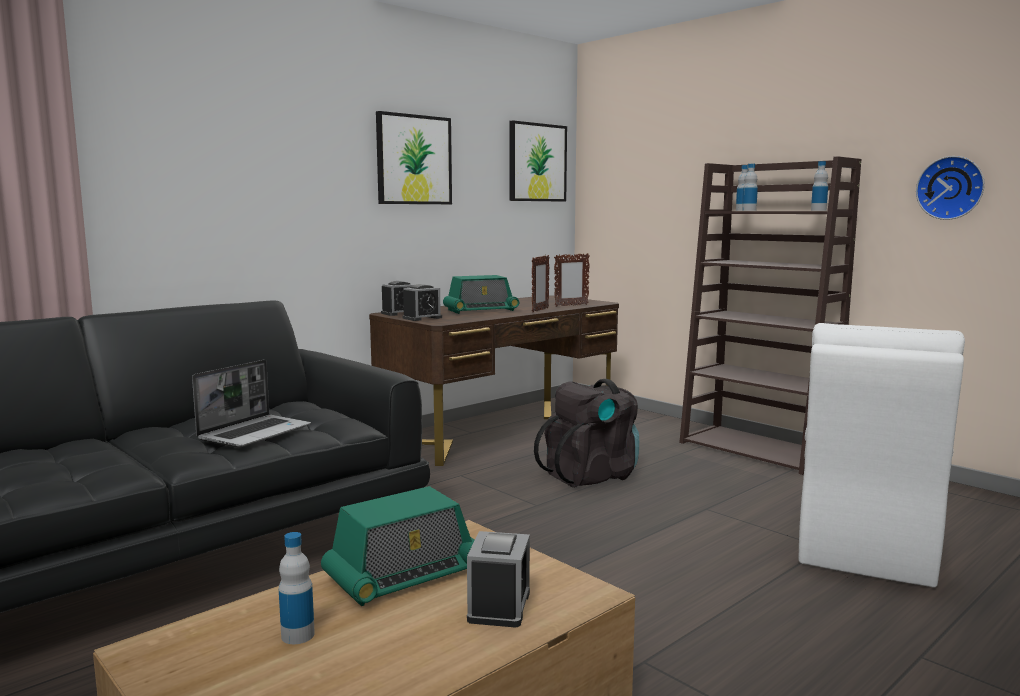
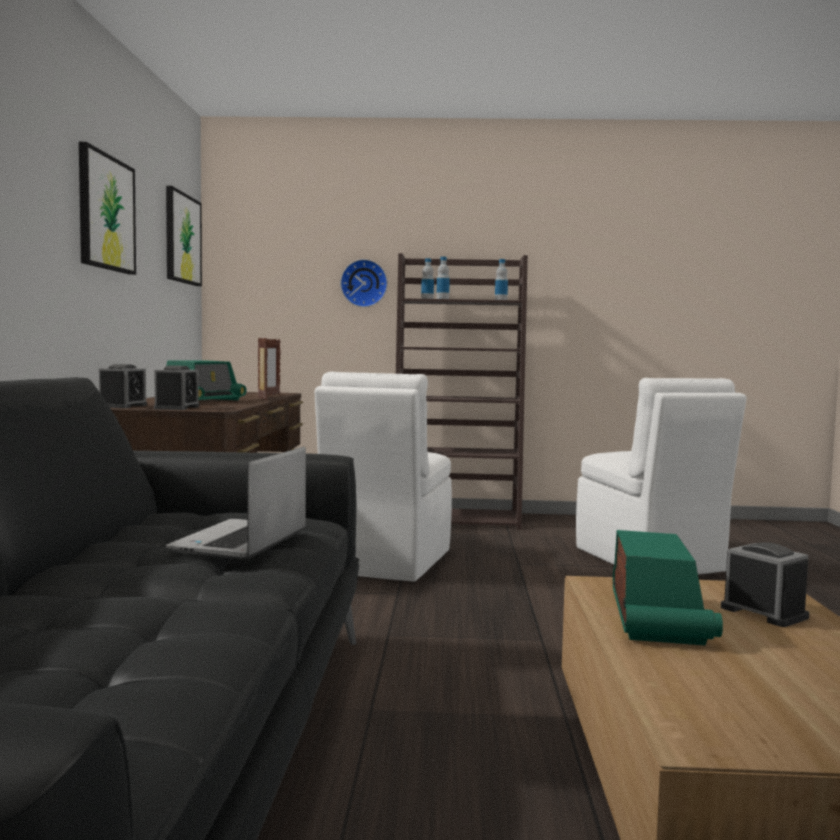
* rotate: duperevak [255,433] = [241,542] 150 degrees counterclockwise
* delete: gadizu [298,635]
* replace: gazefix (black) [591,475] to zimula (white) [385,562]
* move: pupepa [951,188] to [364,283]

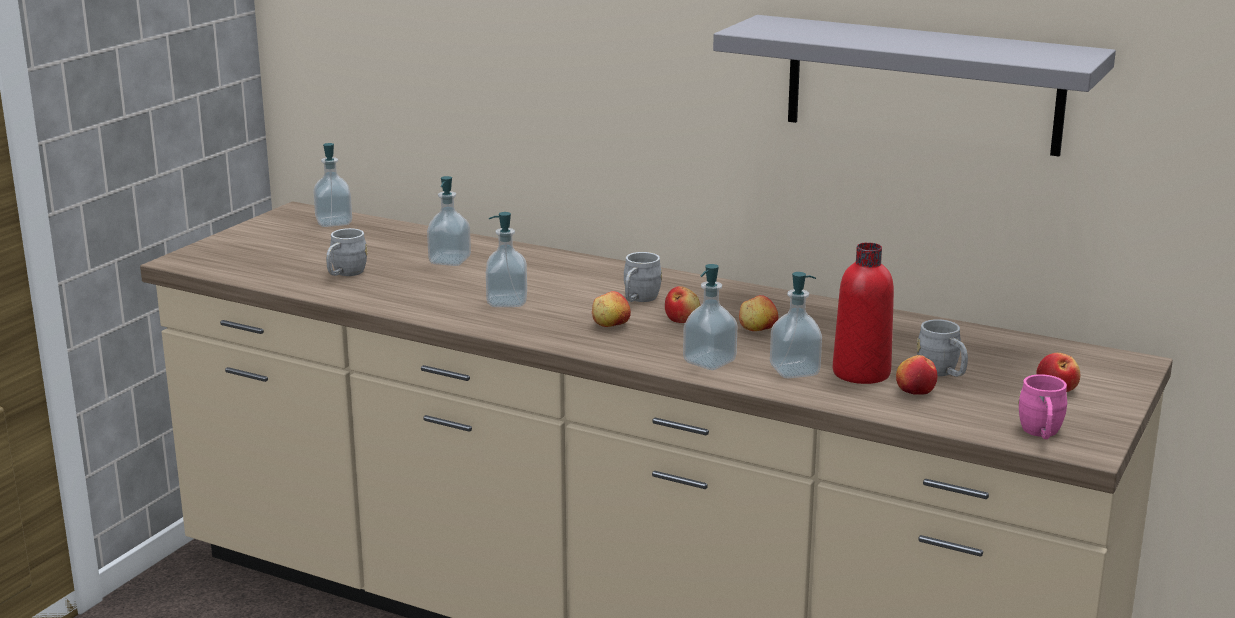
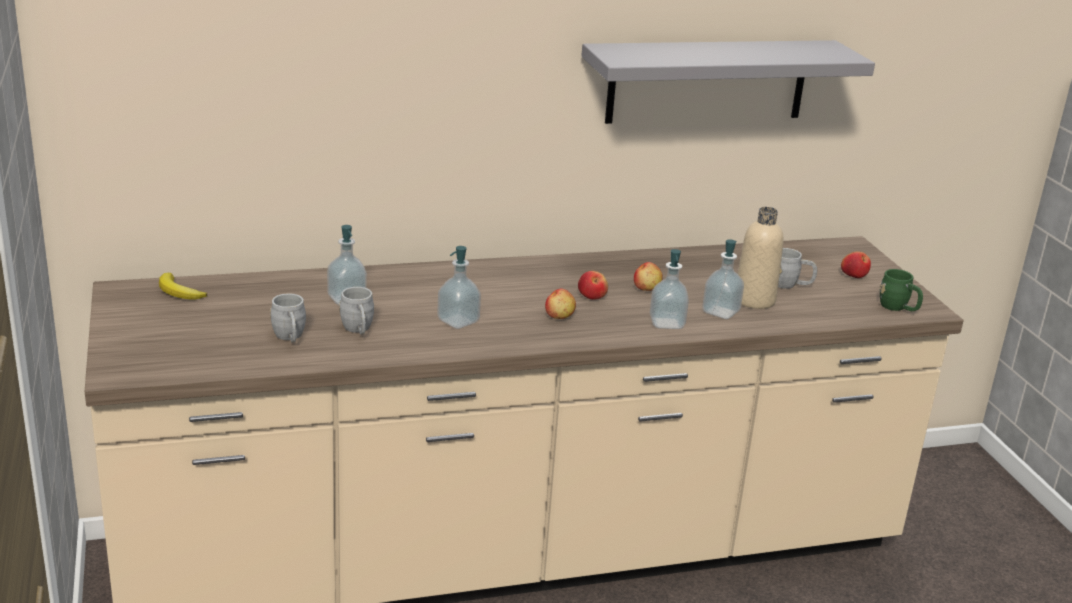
* replace: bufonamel [334,222] to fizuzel [179,292]
* move: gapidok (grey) [638,300] to [358,330]
* recolor: gadizu (red) [861,373] to gadizu (beige) [754,300]
* delete: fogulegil [914,391]
* recolor: gapidok (pink) [1041,434] to gapidok (green) [898,308]

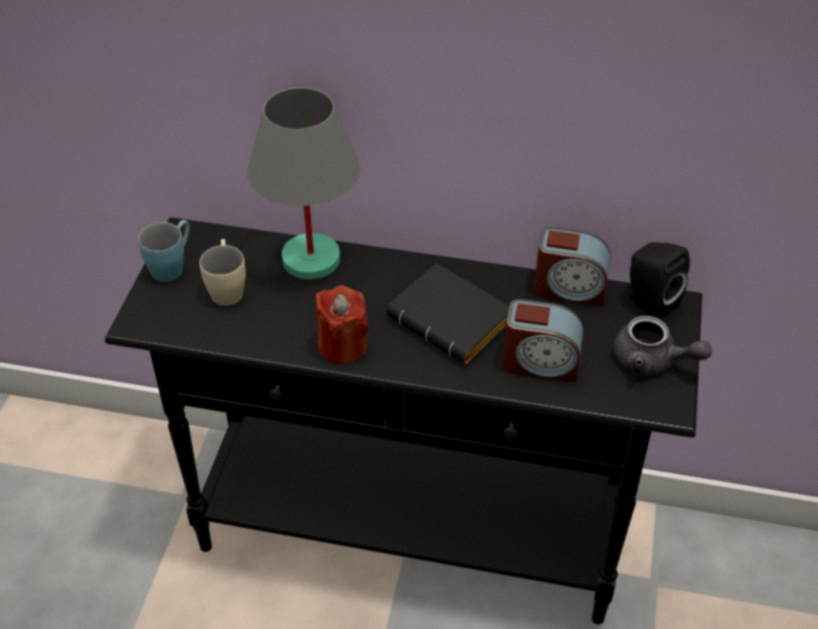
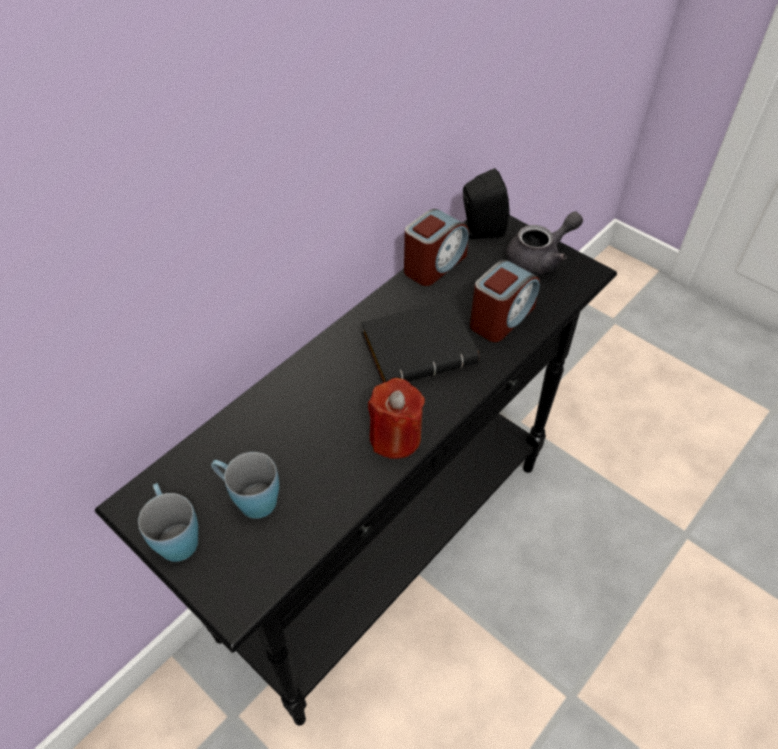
* recolor: gapidok (beige) [226,288] to gapidok (blue) [249,498]
* delete: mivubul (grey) [310,258]

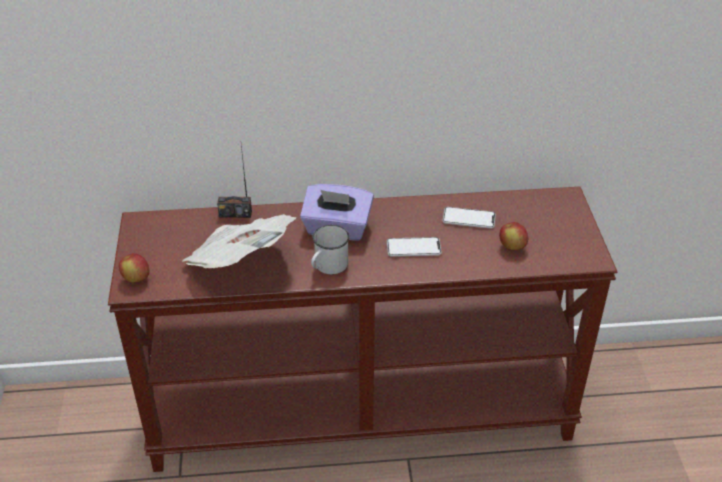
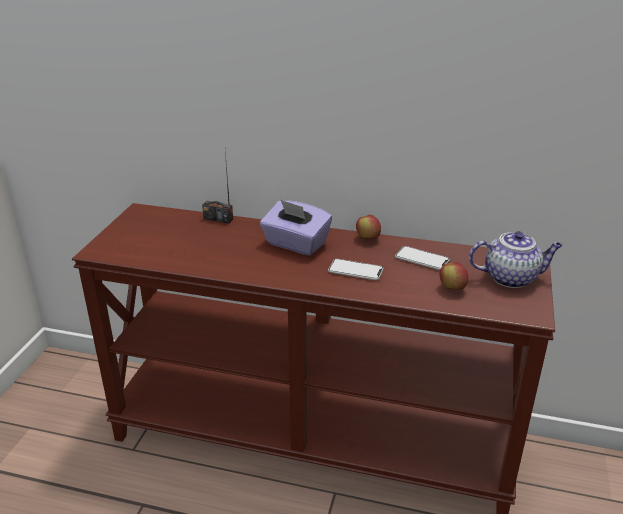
* move: fogulegil [136,279] to [367,238]
* delete: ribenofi [240,262]
* delete: gapidok (white) [328,267]
* insert: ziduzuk [511,278]

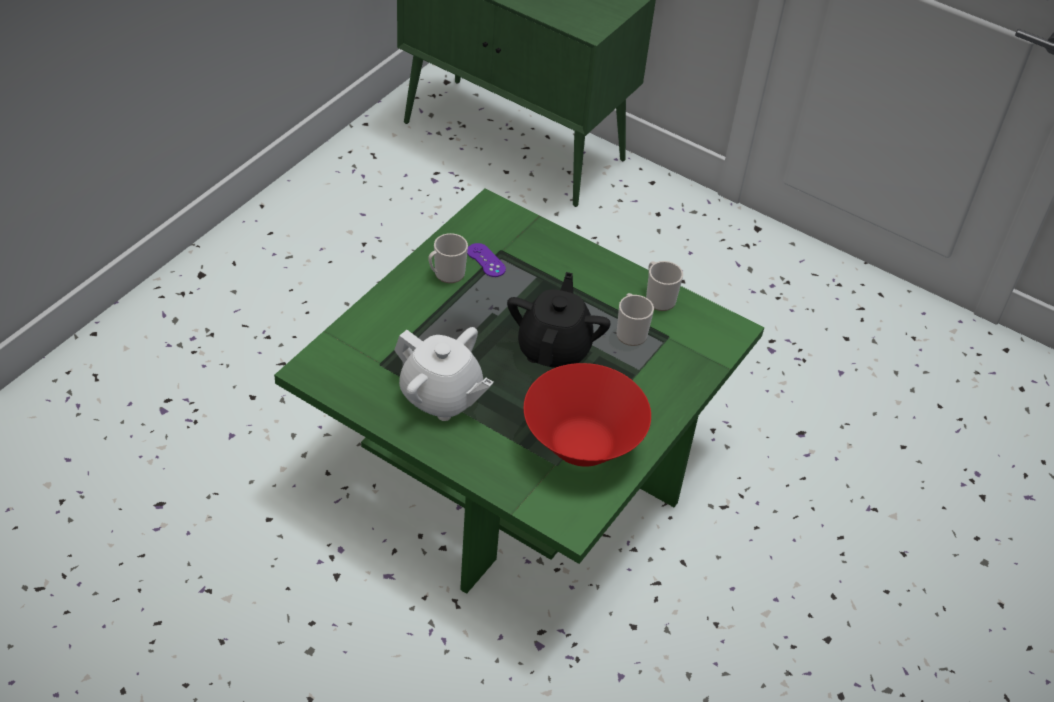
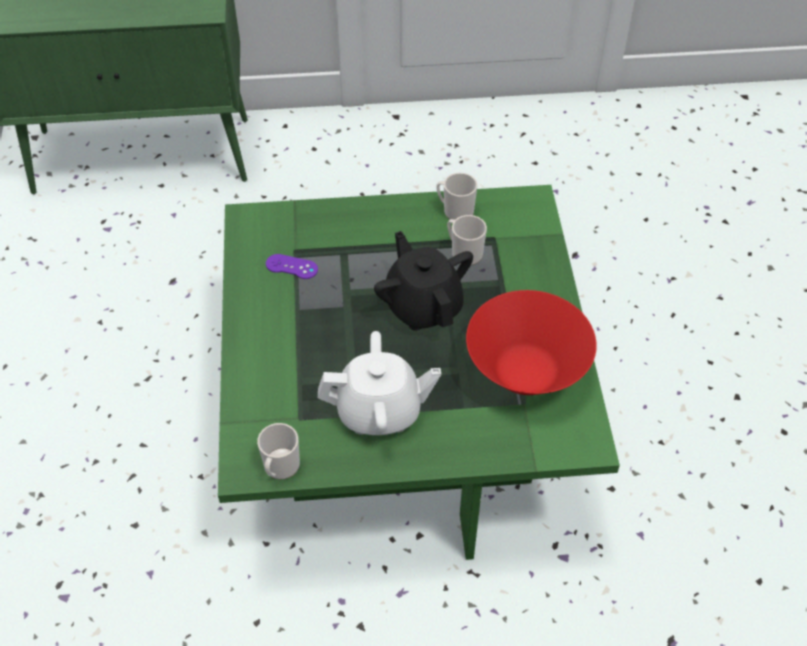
* move: gapidok [446,274] to [280,468]

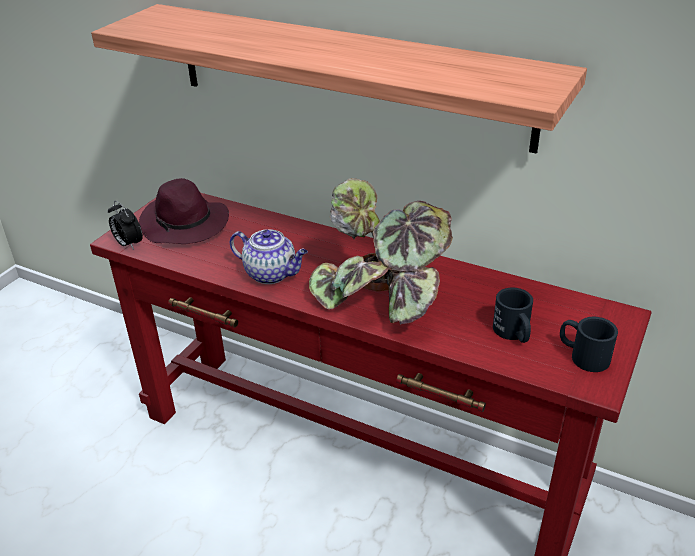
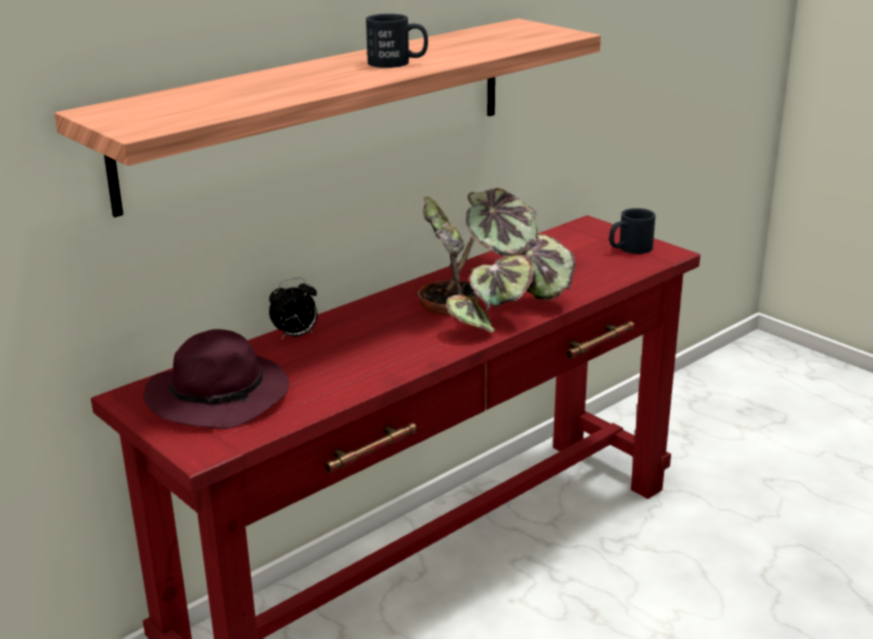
* move: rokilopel [128,244] to [295,336]
* delete: ziduzuk [272,274]
* move: gapidok (black) [514,333] to [398,63]

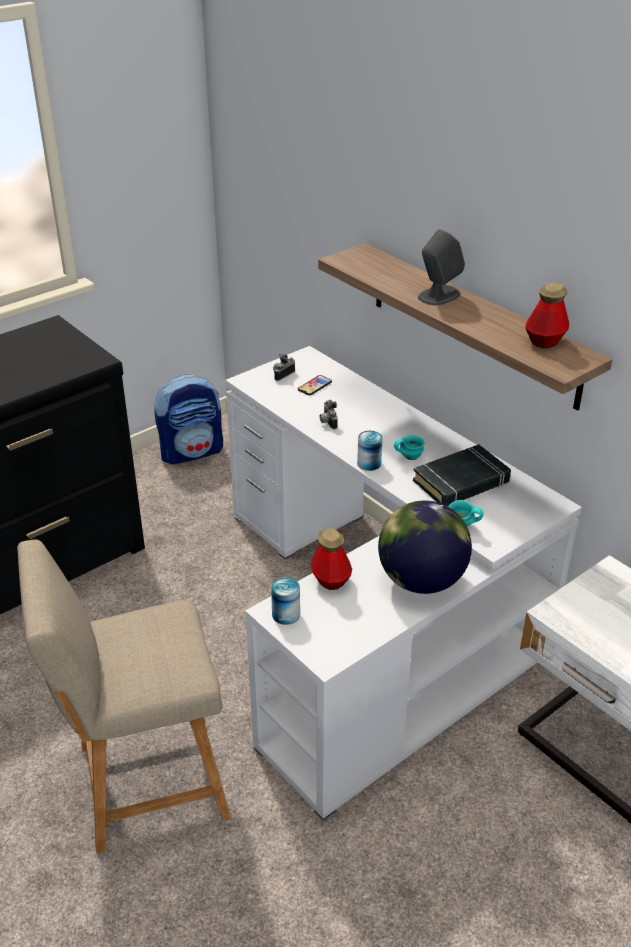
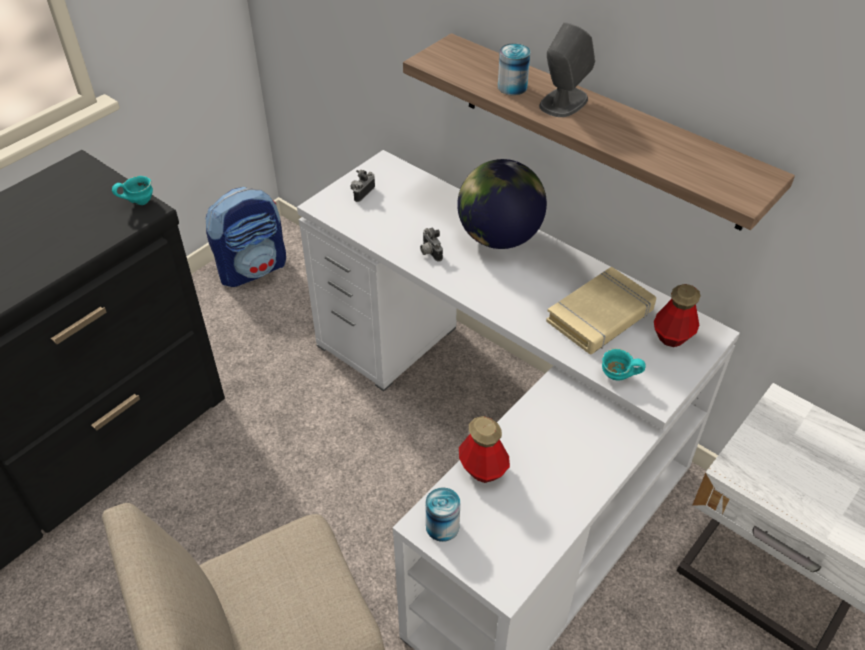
* delete: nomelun [314,386]
* move: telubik [369,463] to [512,87]
* move: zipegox [421,580] to [498,237]
* move: gapidok (turquoise) [408,457] to [138,202]
* recolor: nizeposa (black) [461,482] to nizeposa (beige) [600,316]
* move: gadizu [544,341] to [672,336]

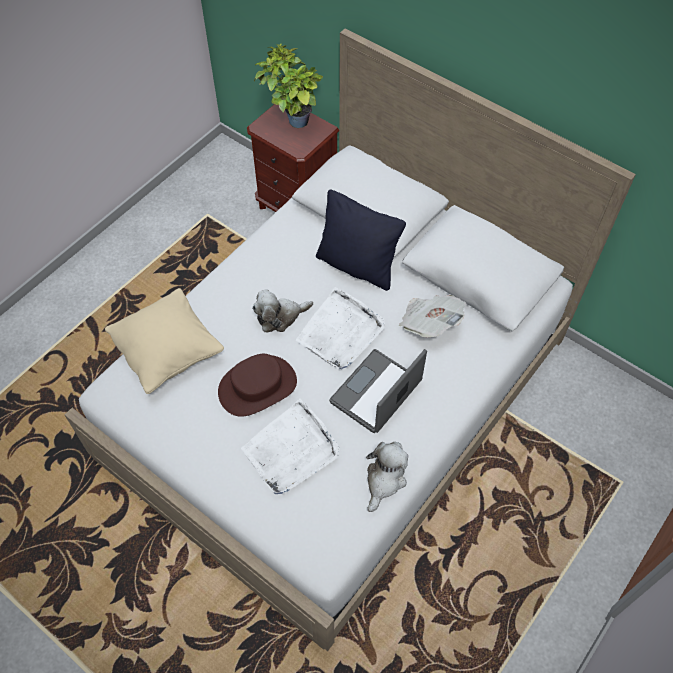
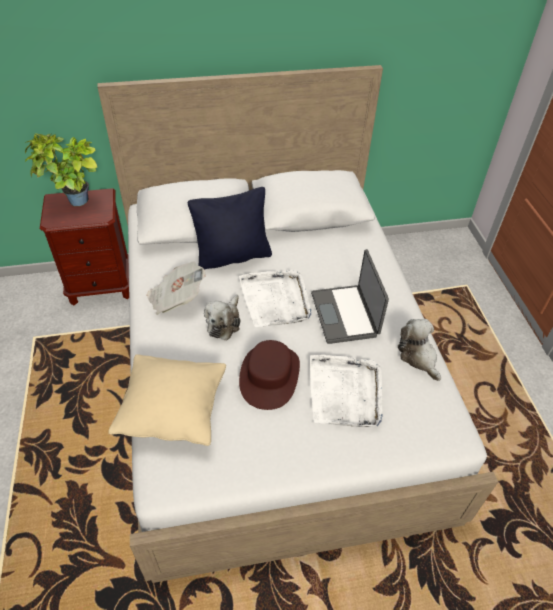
* move: ribenofi [429,323] to [176,298]

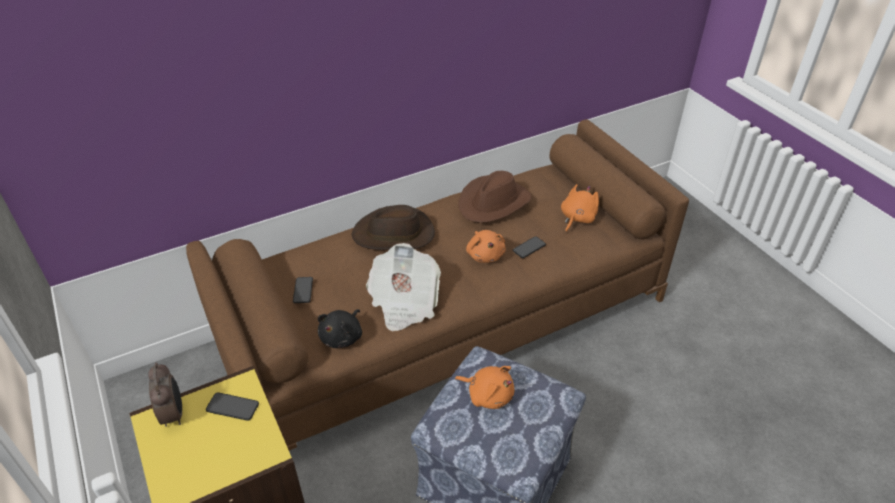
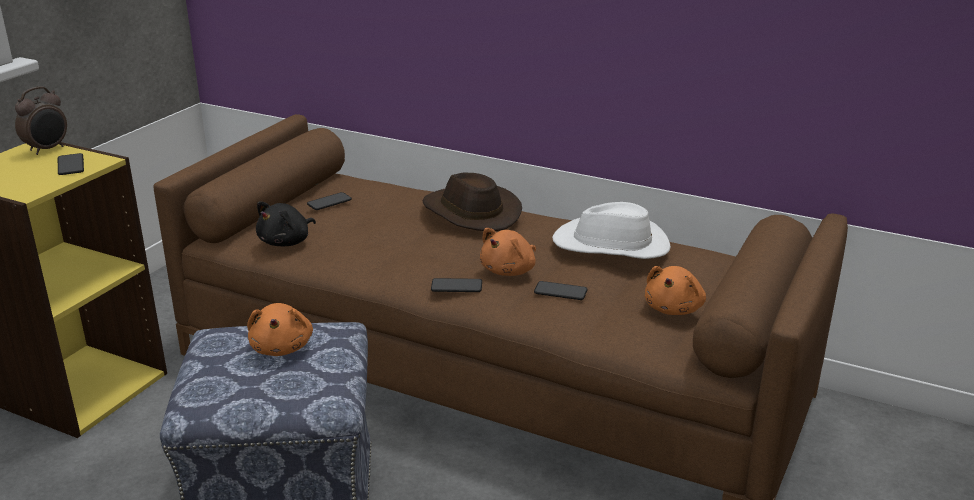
* rotate: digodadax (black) [343,337] = [286,242] 45 degrees counterclockwise
* delete: ribenofi [404,302]
* recolor: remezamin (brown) [494,202] to remezamin (white) [612,245]
* rotate: digodadax (orange) [577,218] = [674,308] 120 degrees clockwise
* insert: nomelun [456,286]

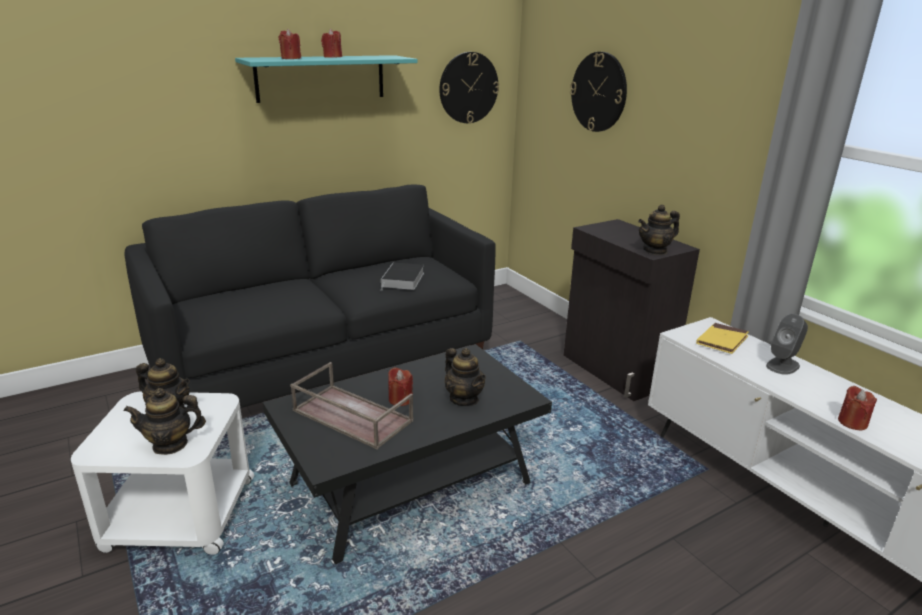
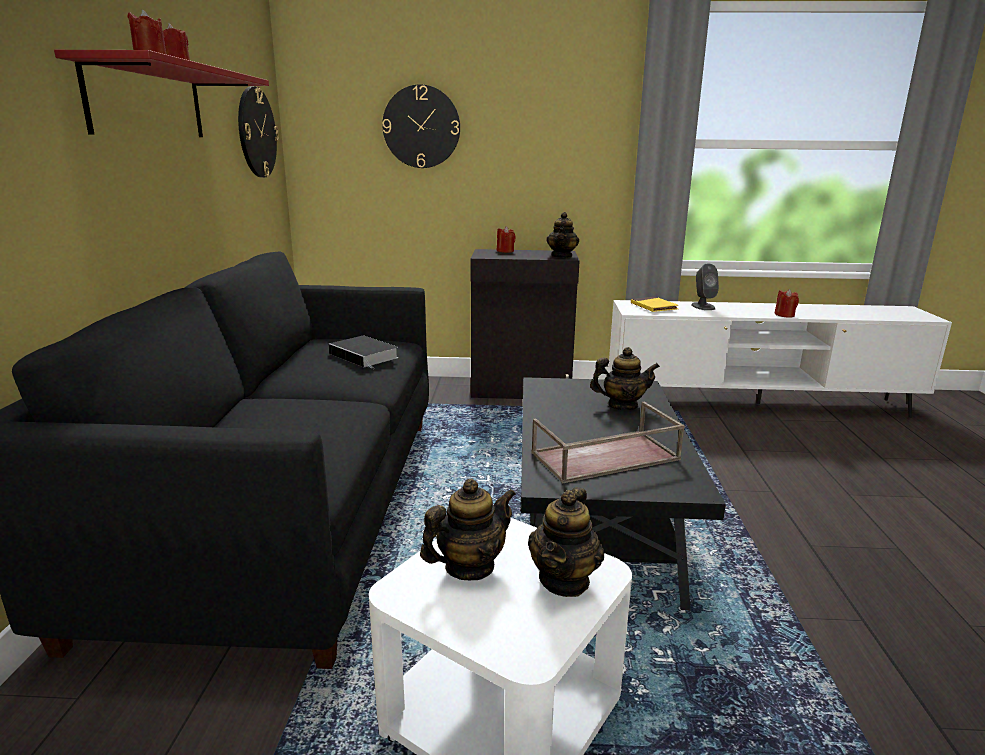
* recolor: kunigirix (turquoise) [321,78] to kunigirix (red) [147,102]
* move: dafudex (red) [400,399] to [505,251]

